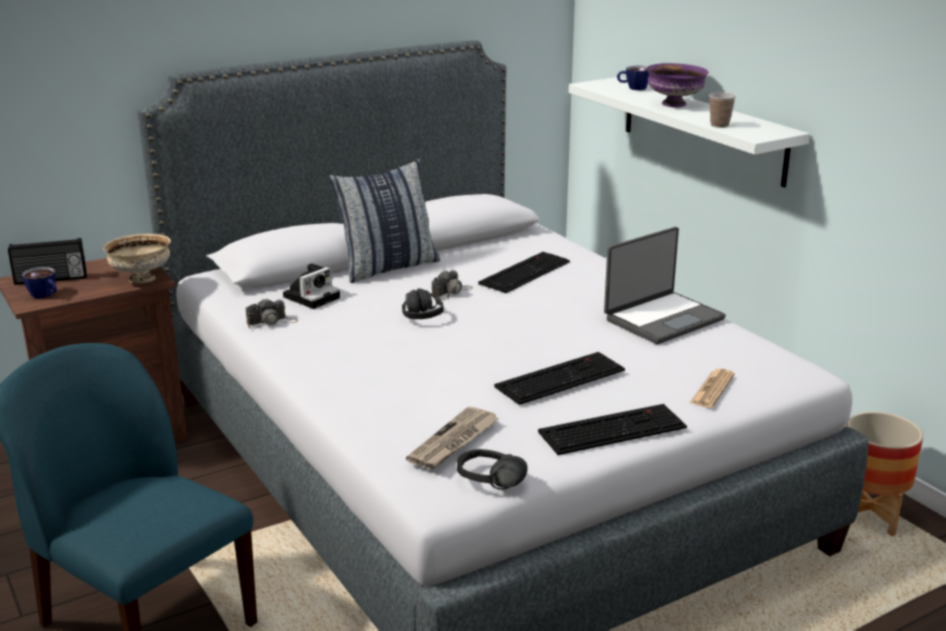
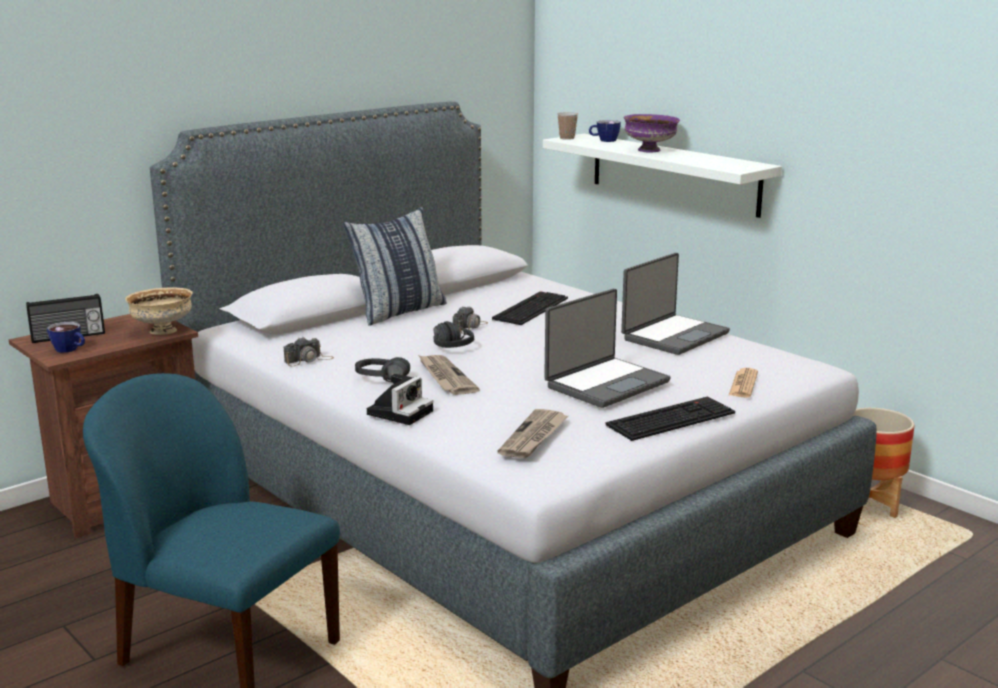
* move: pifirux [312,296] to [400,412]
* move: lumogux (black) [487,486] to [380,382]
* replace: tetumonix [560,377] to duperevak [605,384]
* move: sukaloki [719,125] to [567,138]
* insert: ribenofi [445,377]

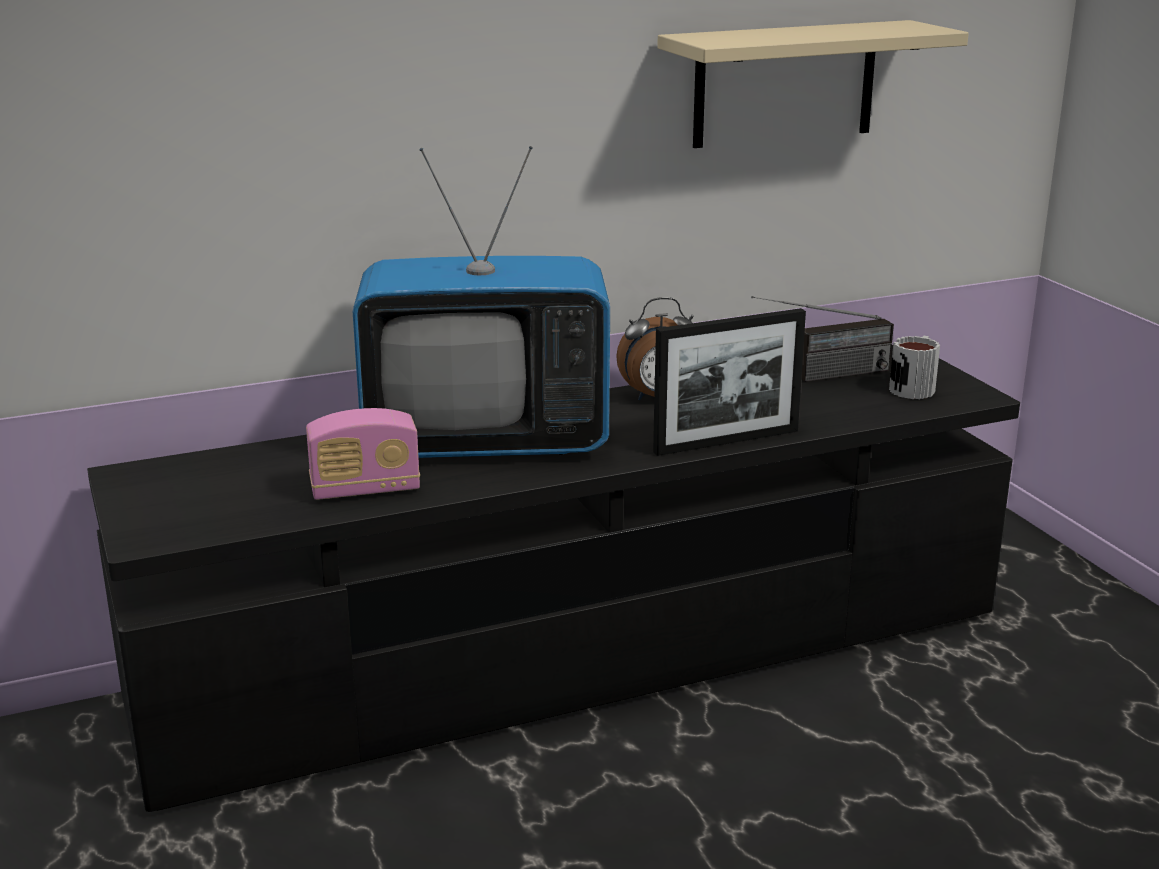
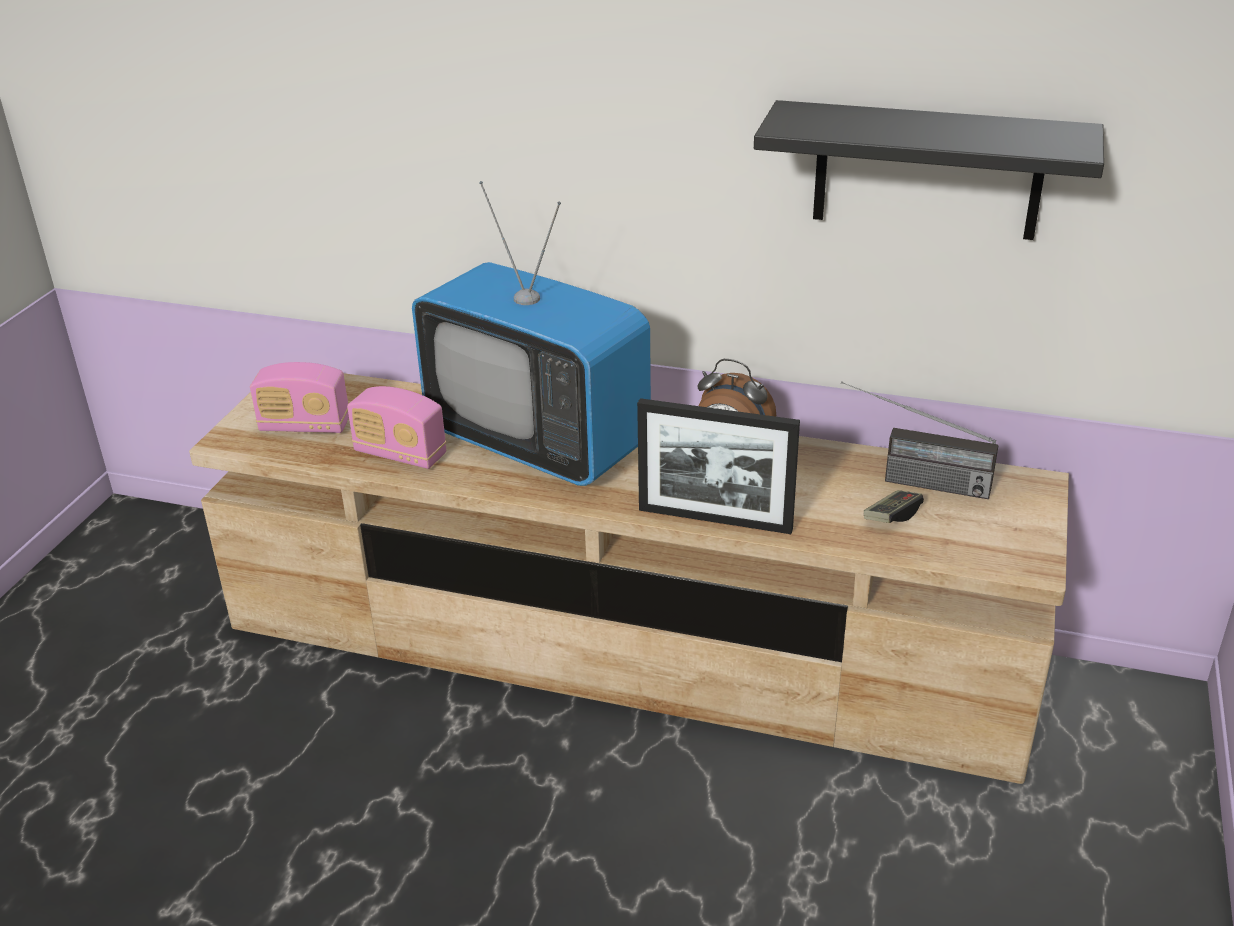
* recolor: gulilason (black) [579,656] to gulilason (beige) [621,646]
* recolor: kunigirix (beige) [785,84] to kunigirix (black) [927,171]
* delete: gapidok [915,387]
* insert: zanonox [305,426]
* insert: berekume [892,516]

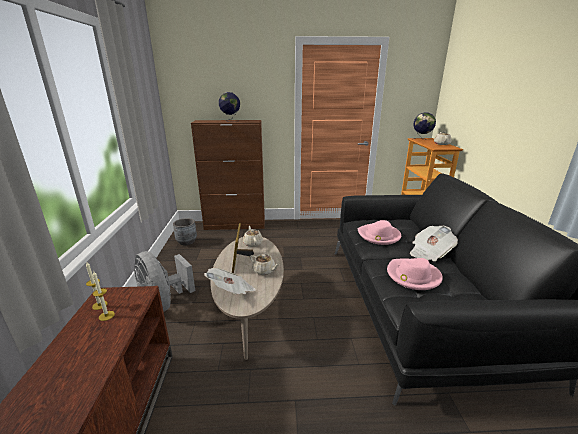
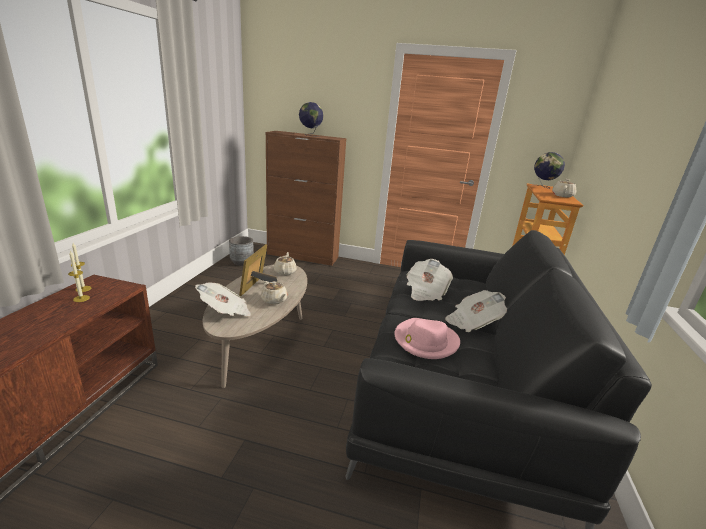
* delete: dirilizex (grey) [164,302]
* replace: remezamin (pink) [379,236] to ribenofi [425,291]

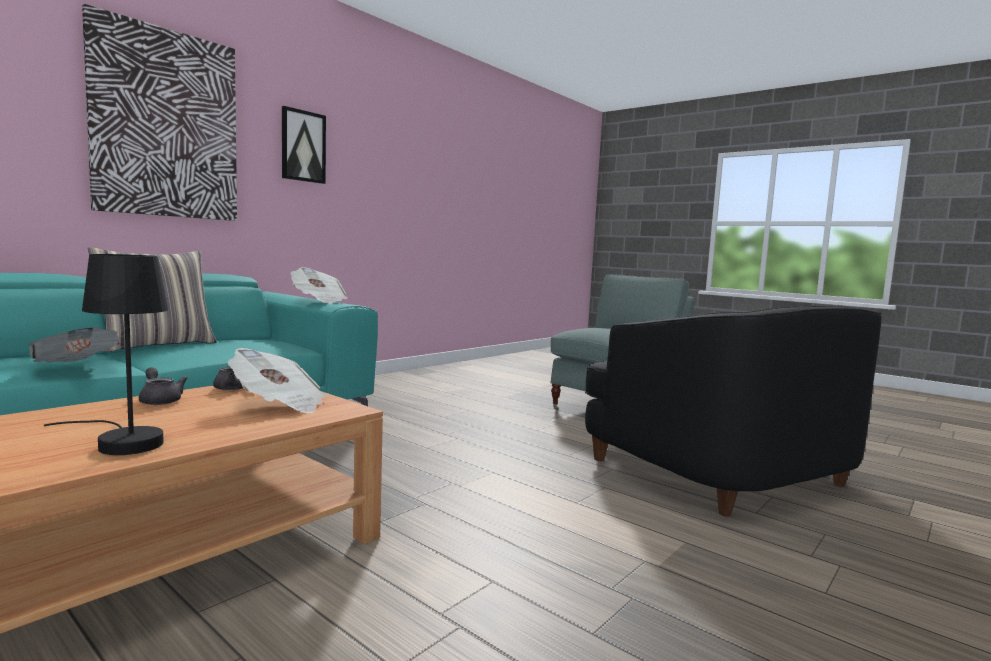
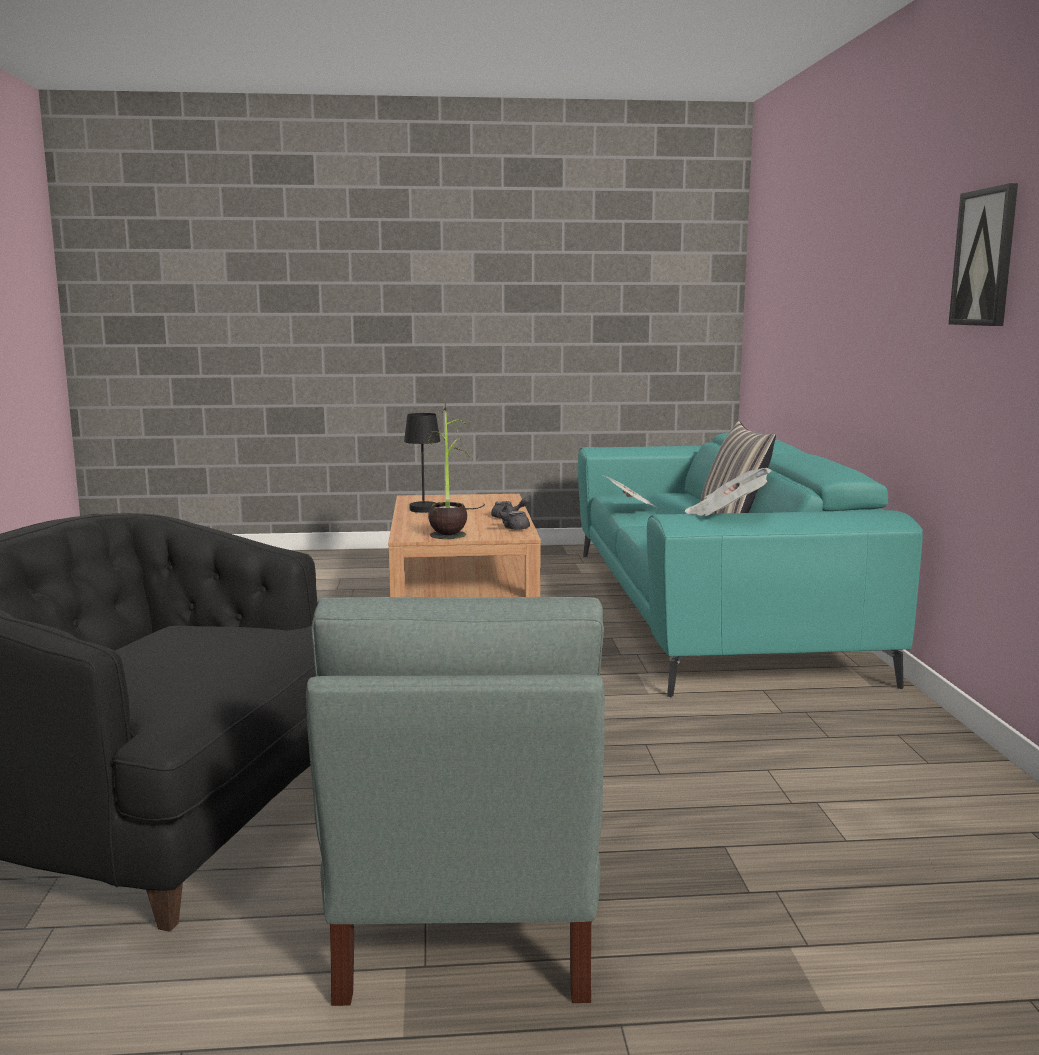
* delete: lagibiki [166,124]
* replace: ribenofi [279,405] to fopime [449,530]

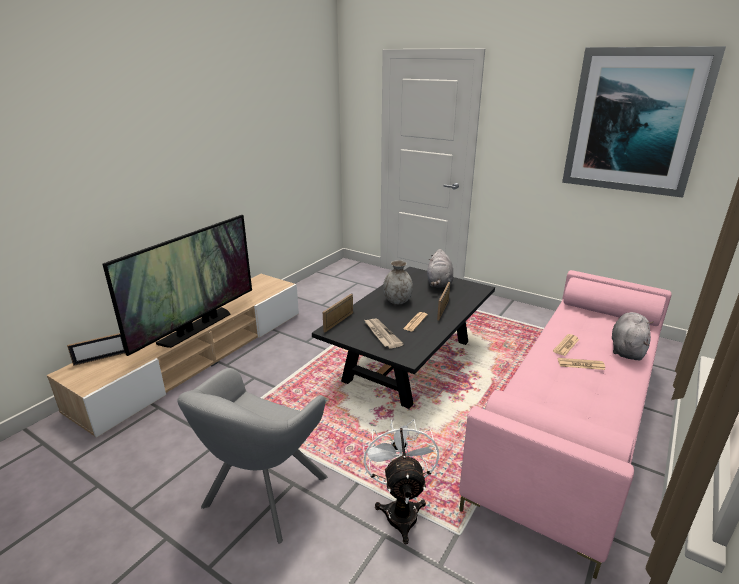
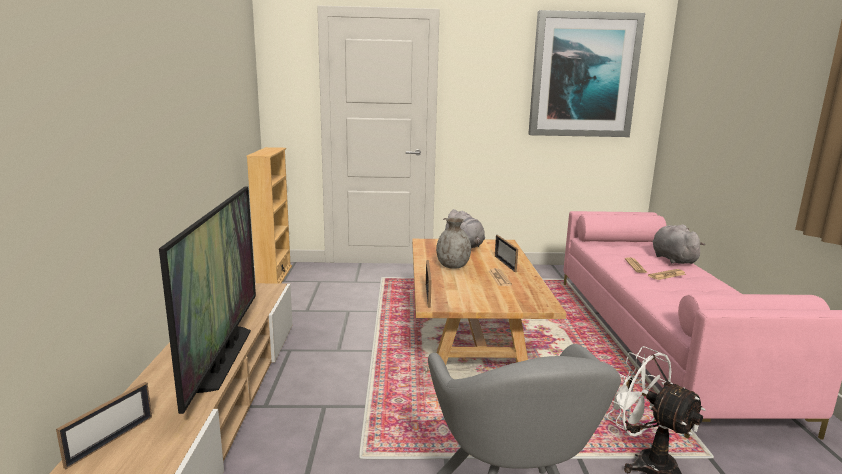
* recolor: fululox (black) [409,361] to fululox (beige) [471,335]
* delete: ribenofi [381,334]
* insert: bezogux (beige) [274,277]

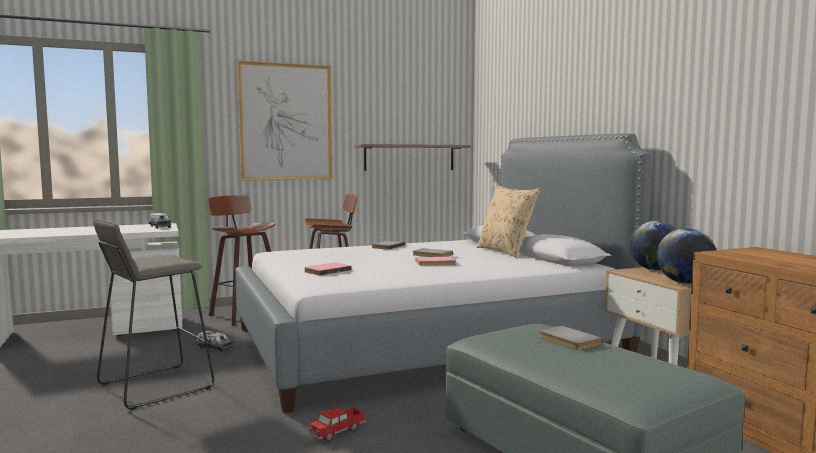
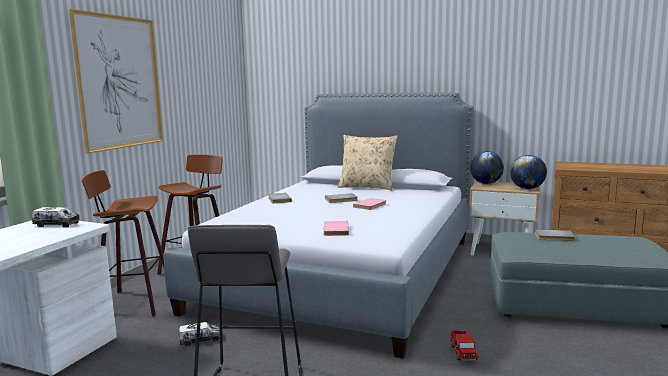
* delete: kunigirix [409,157]

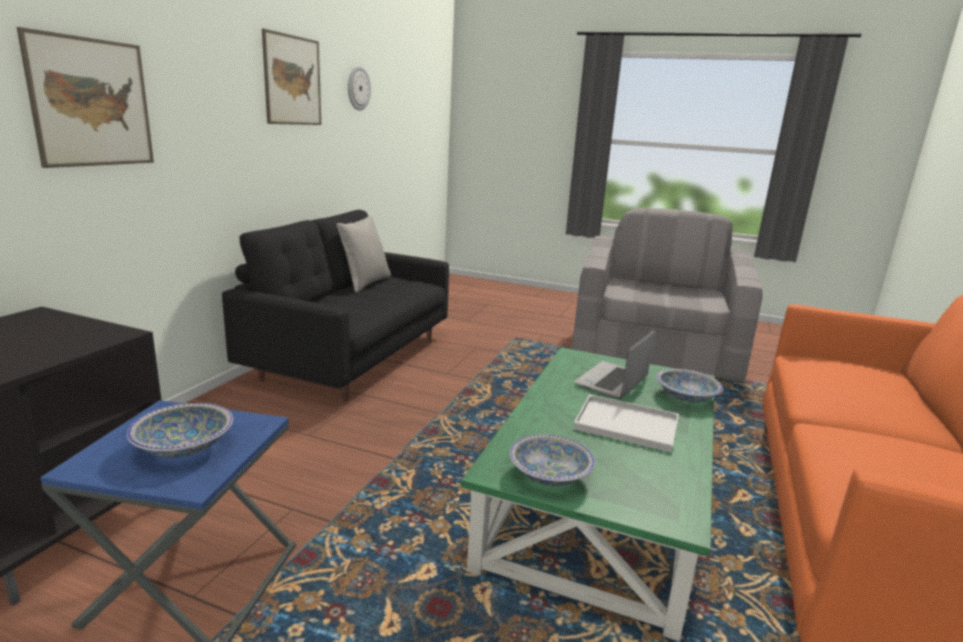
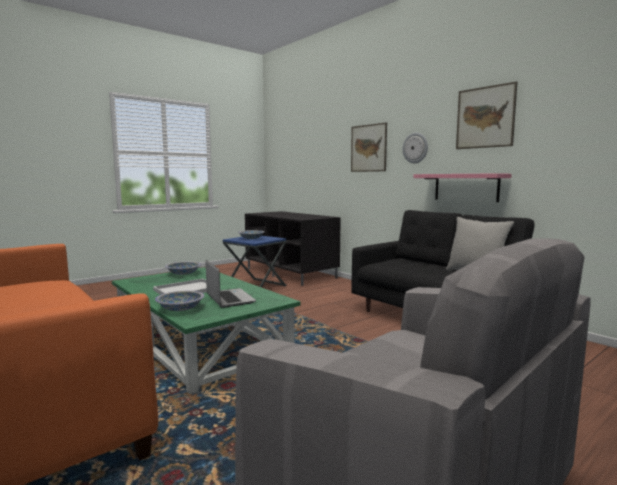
* move: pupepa [358,88] to [415,148]
* insert: kunigirix (pink) [466,187]

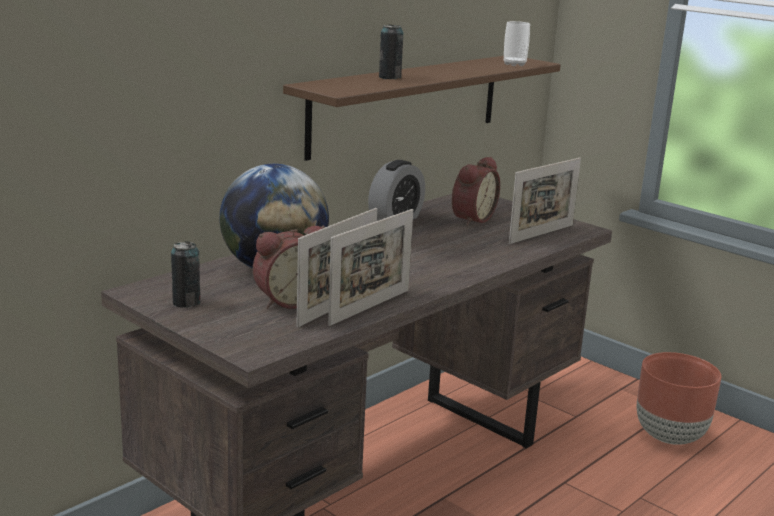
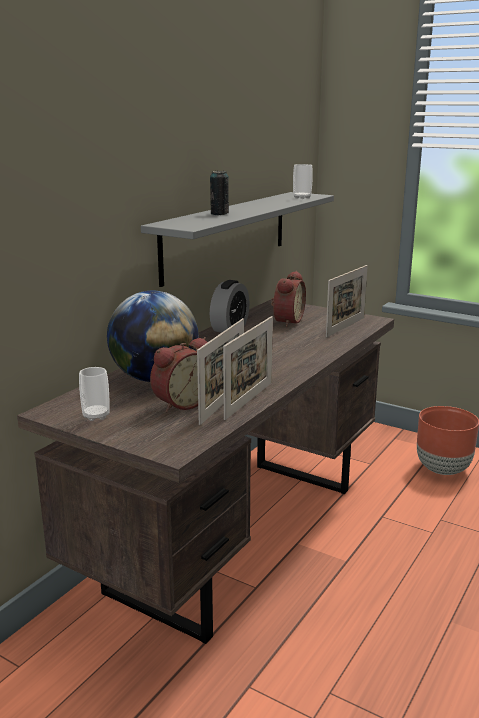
* replace: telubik [186,303] to sukaloki [96,416]
* recolor: kunigirix (brown) [407,104] to kunigirix (grey) [226,235]

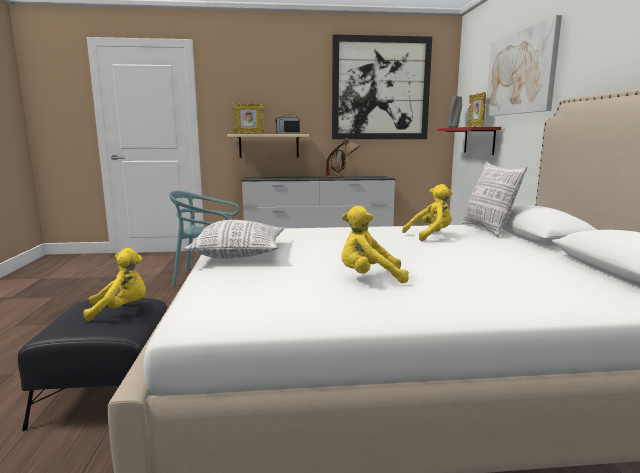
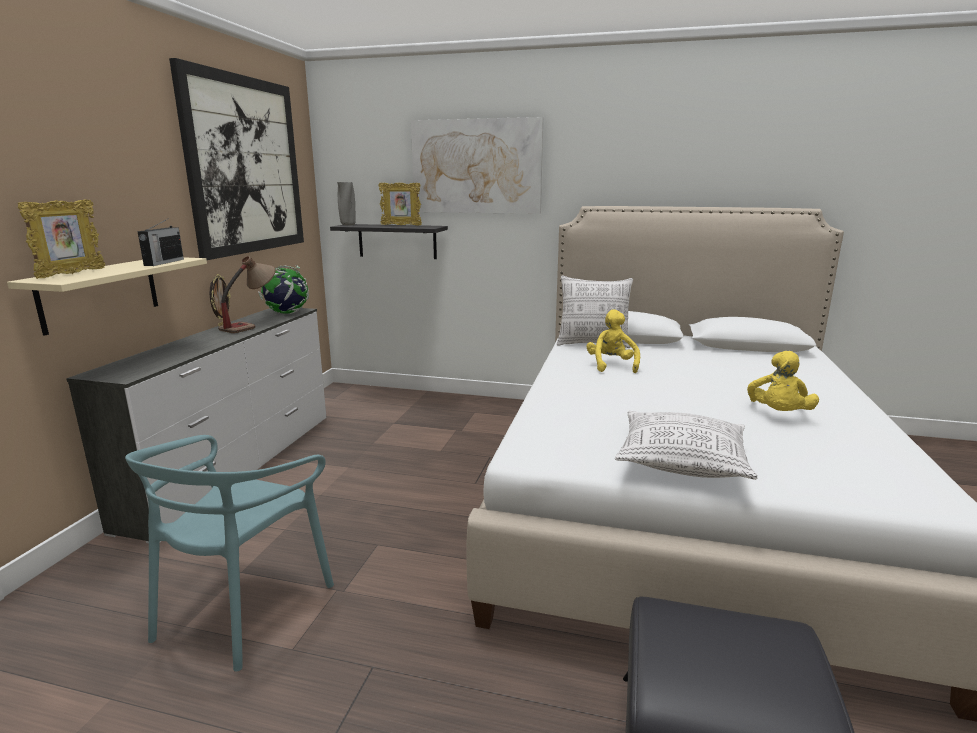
* delete: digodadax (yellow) [121,309]
* recolor: kunigirix (red) [479,140] to kunigirix (black) [397,241]
* insert: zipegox [286,313]

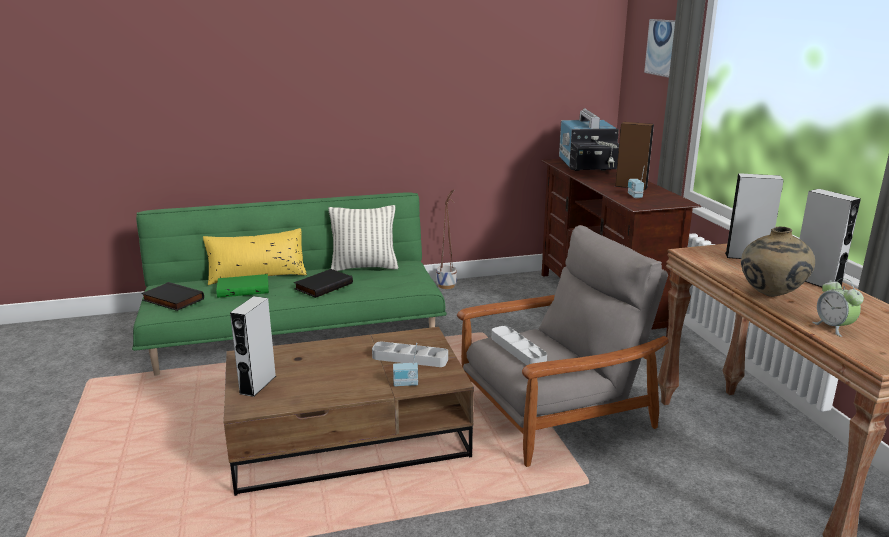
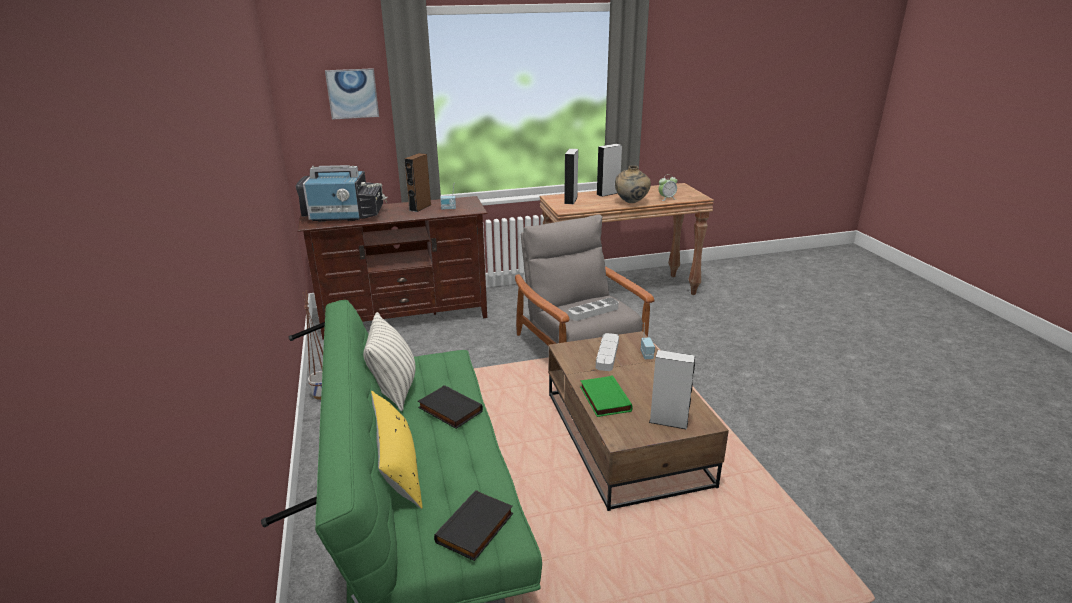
* move: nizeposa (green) [243,288] to [603,399]

